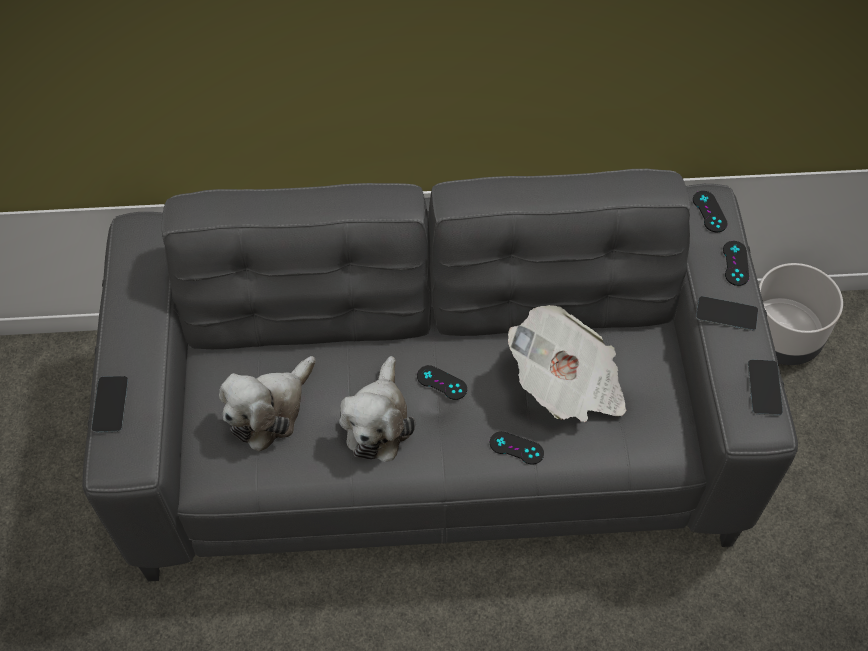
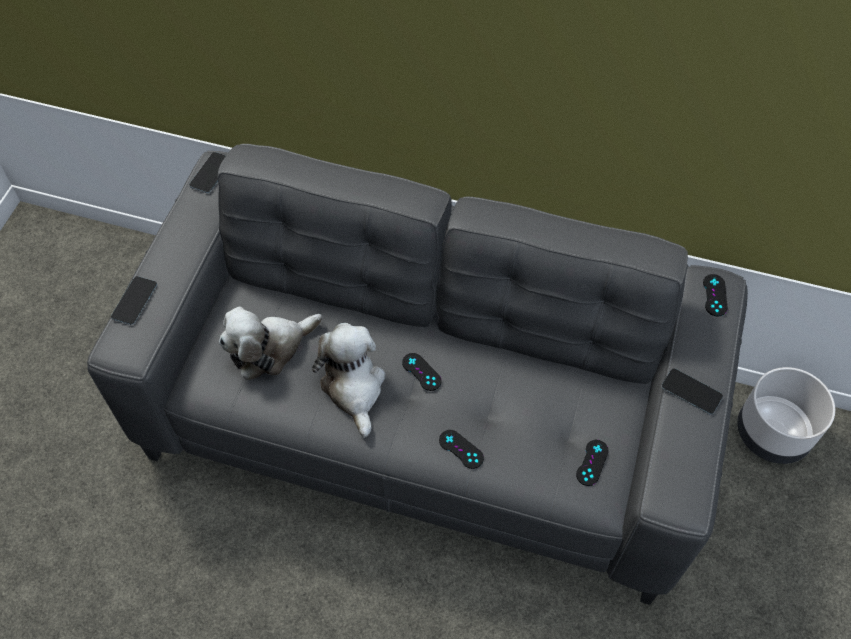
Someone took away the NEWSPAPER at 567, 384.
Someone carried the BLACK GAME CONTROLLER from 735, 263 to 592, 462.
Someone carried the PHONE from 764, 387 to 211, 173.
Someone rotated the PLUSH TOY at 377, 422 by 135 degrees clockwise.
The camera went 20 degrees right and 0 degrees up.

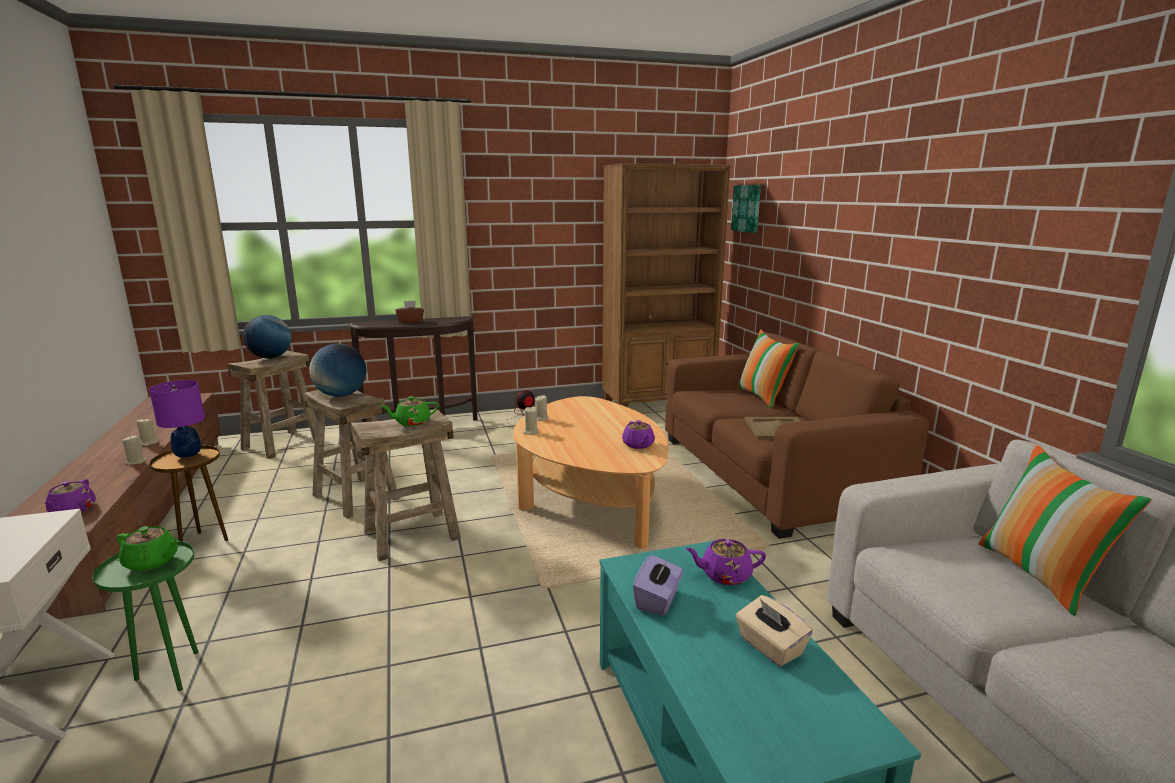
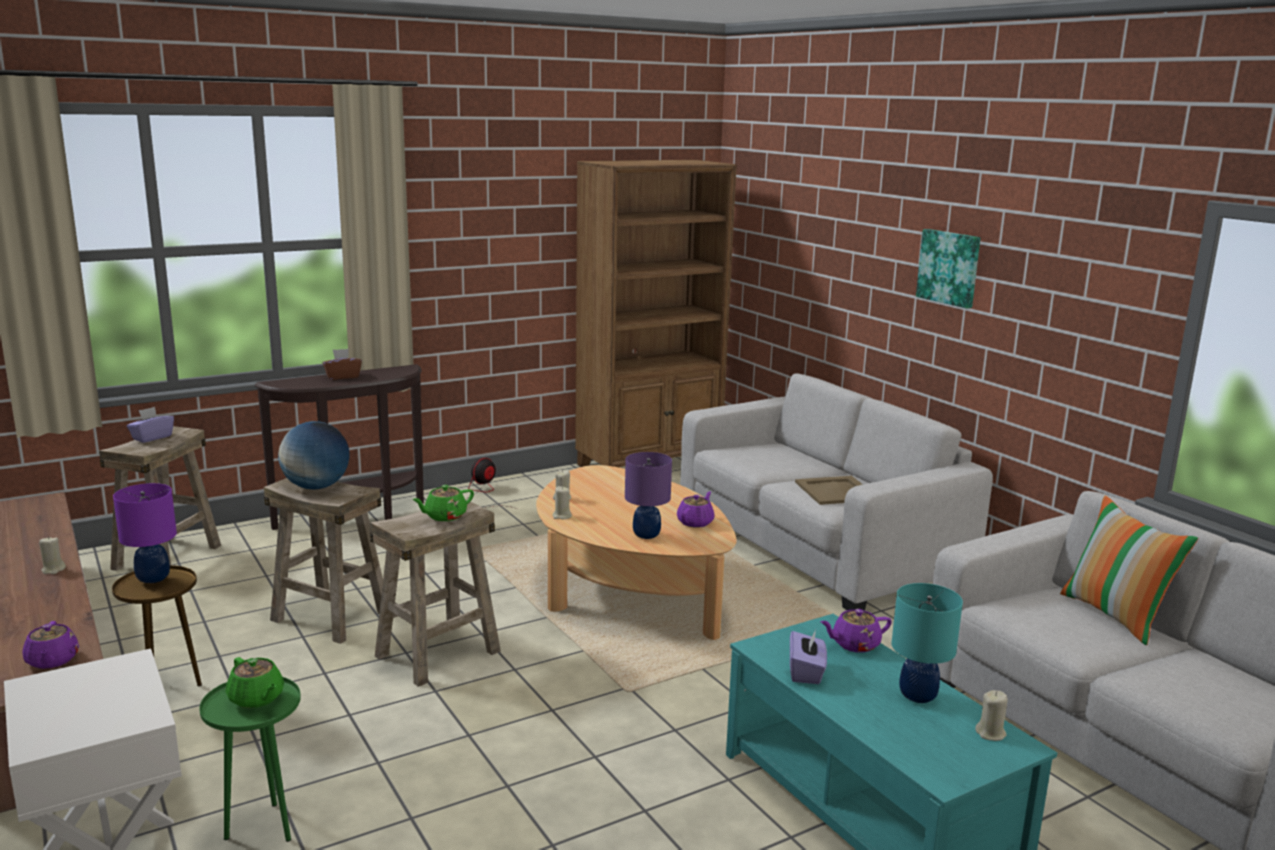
Someone took away the PILLOW at 763, 397.
Someone put down the PURPLE TABLE LAMP at 647, 535.
Someone carried the BEIGE CANDLE from 136, 462 to 990, 733.
Someone carried the PICTURE from 747, 208 to 949, 267.
Someone swapped the GLOBE at 270, 357 for the PURPLE TISSUE BOX at 152, 437.
Someone swapped the BEIGE TISSUE BOX at 770, 647 for the TURQUOISE TABLE LAMP at 919, 697.
Someone repainted the BROWN SOFA at 769, 474, which became the WHITE SOFA at 816, 543.
Someone rotated the GREEN TEAPOT at 152, 562 by 45 degrees clockwise.
Someone rotated the PURPLE TEAPOT at 638, 445 by 120 degrees counterclockwise.
The camera went 15 degrees left and 0 degrees up.

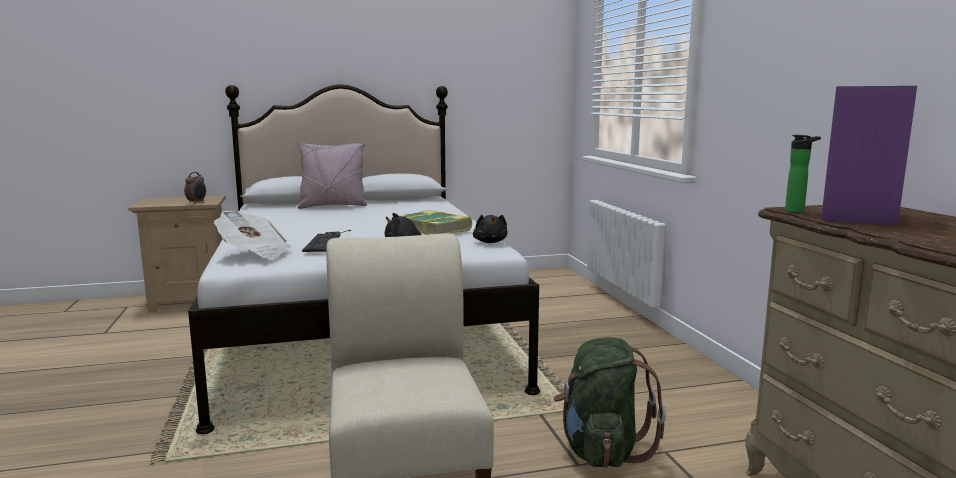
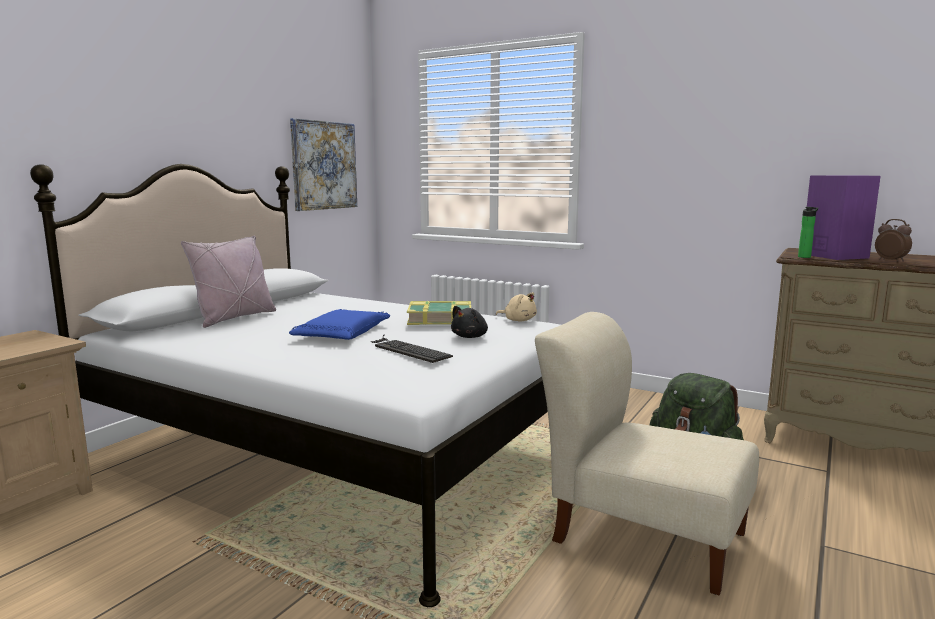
Someone took away the NEWSPAPER at 254, 253.
Someone put down the BLUE PILLOW at 343, 332.
Someone put up the PICTURE at 324, 165.
Someone carried the ALARM CLOCK from 197, 203 to 891, 261.
Someone repainted the BLACK PLUSH TOY at 490, 242, which became the BEIGE PLUSH TOY at 518, 320.
The camera went 45 degrees left and 0 degrees up.

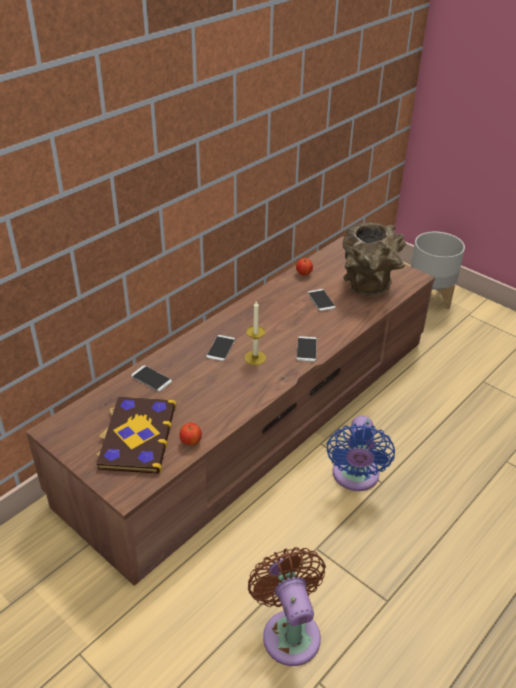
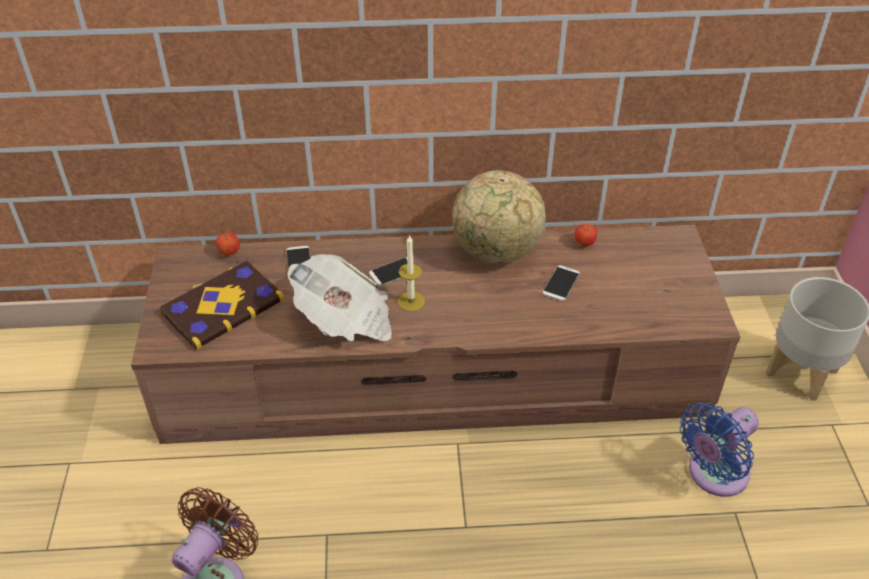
Someone took away the PHONE at 306, 349.
Someone took away the BROWN VASE at 367, 289.
Someone put down the NEWSPAPER at 345, 320.
Someone put down the GLOBE at 496, 252.
Someone carried the APPLE from 191, 442 to 229, 253.
Someone carried the BLUE FAN from 355, 477 to 713, 475.
The camera went 45 degrees right and 5 degrees up.

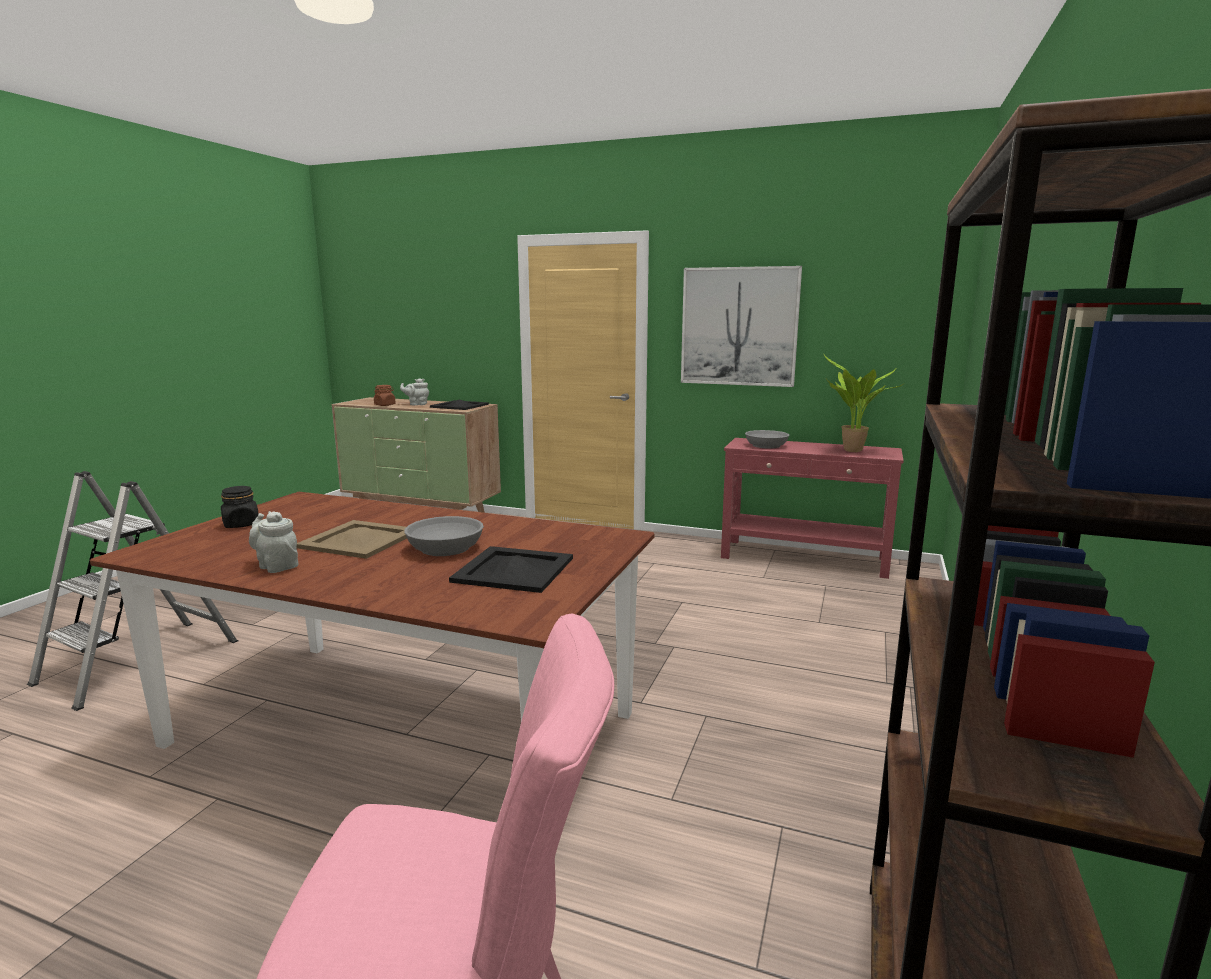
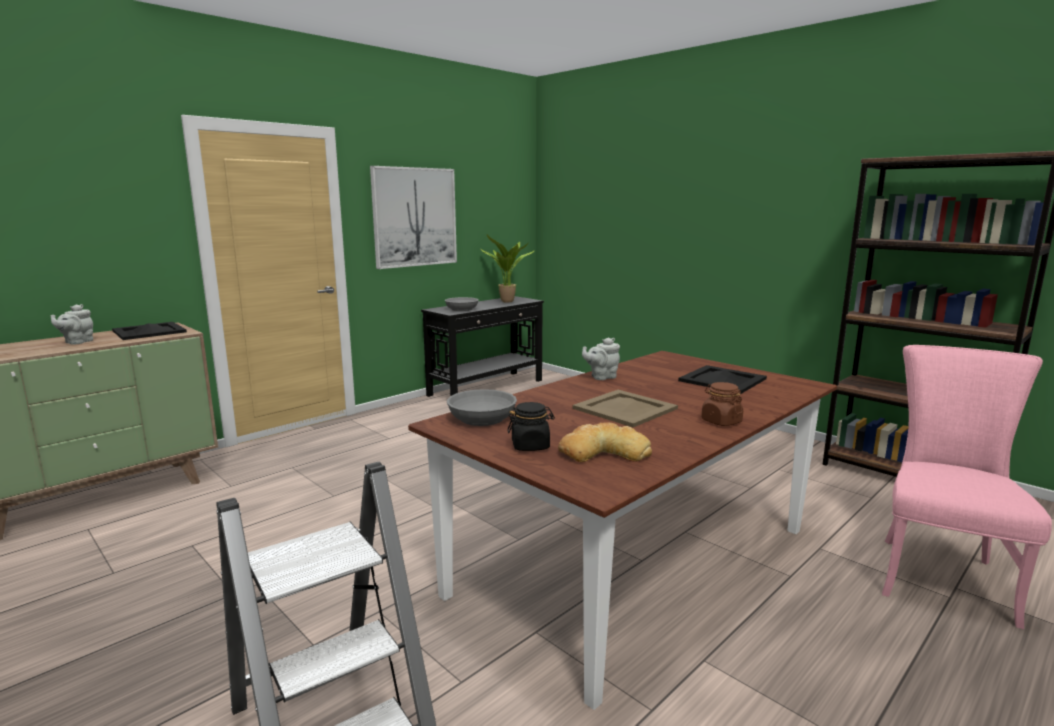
Someone put down the BREAD at 603, 452.
Someone carried the GREY TEAPOT from 277, 566 to 601, 377.
Someone carried the BROWN JAR from 385, 405 to 721, 421.
Someone carried the GREY BOWL from 445, 548 to 482, 418.
Someone repainted the RED CONSOLE TABLE at 805, 558, which became the BLACK CONSOLE TABLE at 487, 388.
The camera went 65 degrees left and 0 degrees up.

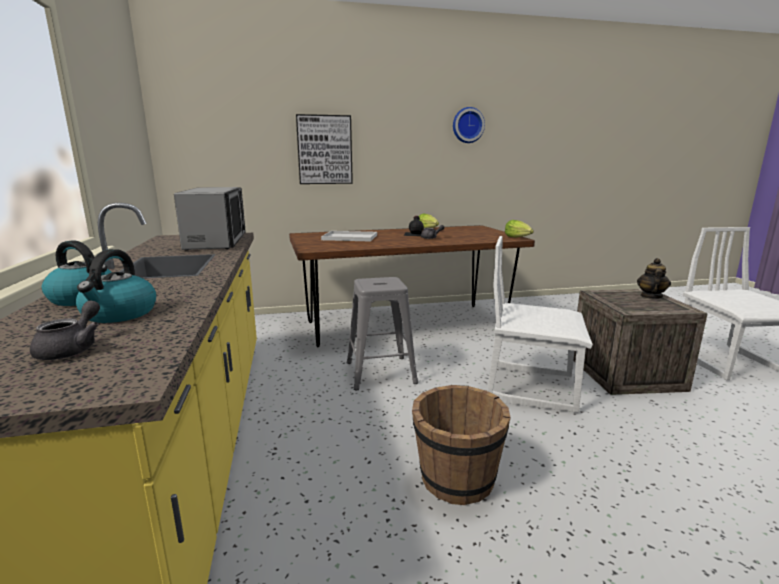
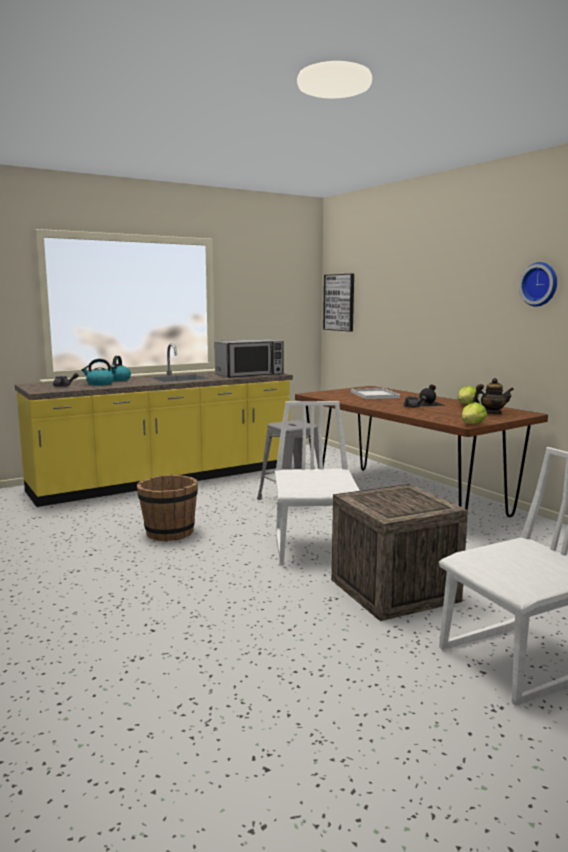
Someone carried the PICTURE from 324, 150 to 339, 302.
Someone carried the TEAPOT from 650, 296 to 492, 413.
The camera went 70 degrees right and 5 degrees down.

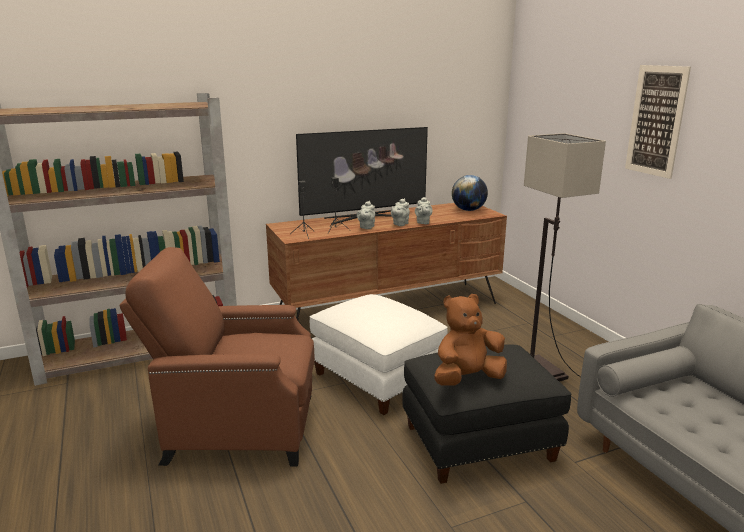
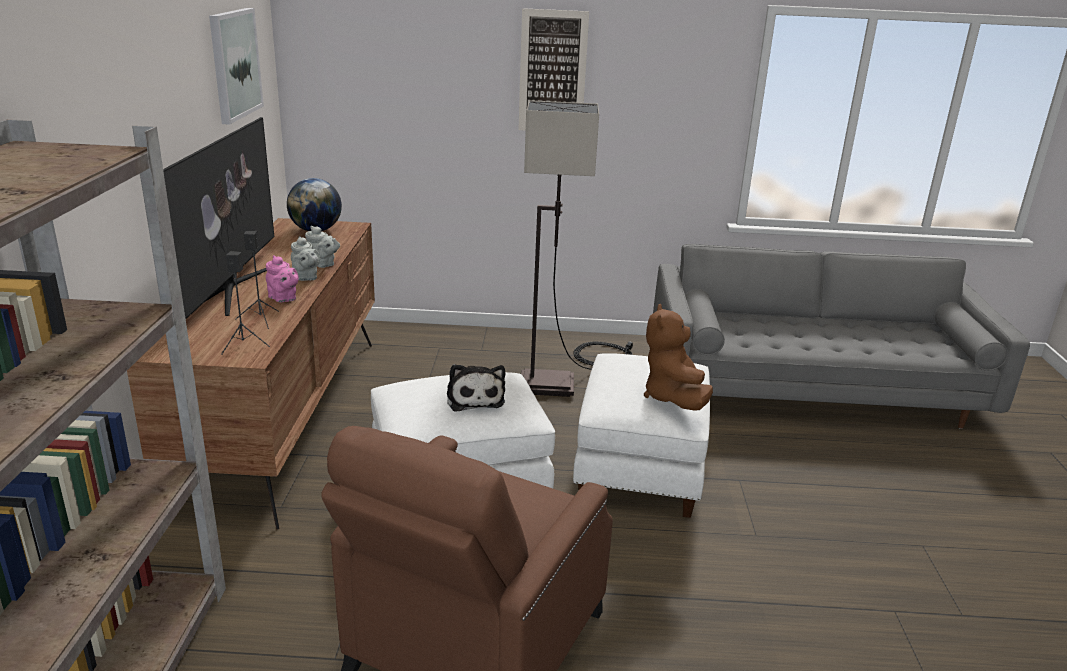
Someone put up the PICTURE at 234, 64.
Someone put down the PLUSH TOY at 474, 398.
Someone repainted the GREY TEAPOT at 366, 227, which became the PINK TEAPOT at 283, 298.
Someone repainted the BLACK OTTOMAN at 479, 442, which became the WHITE OTTOMAN at 638, 469.
The camera went 65 degrees left and 5 degrees up.

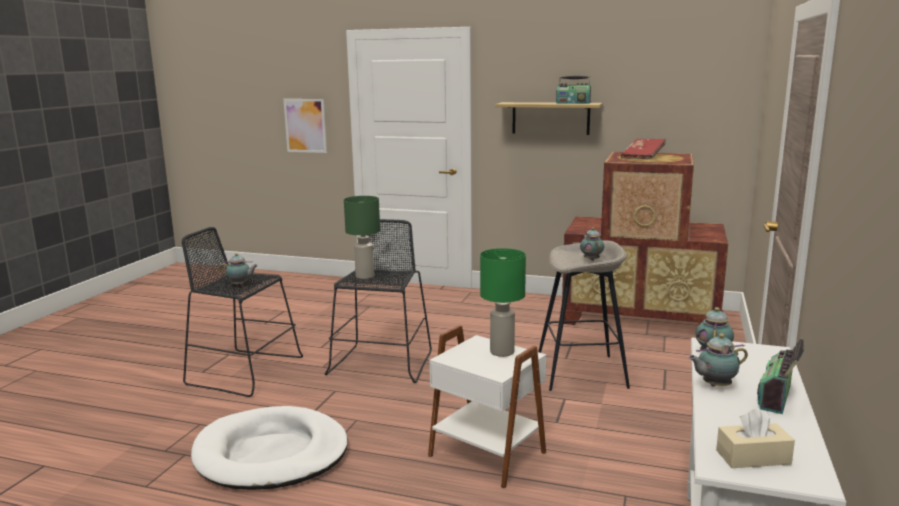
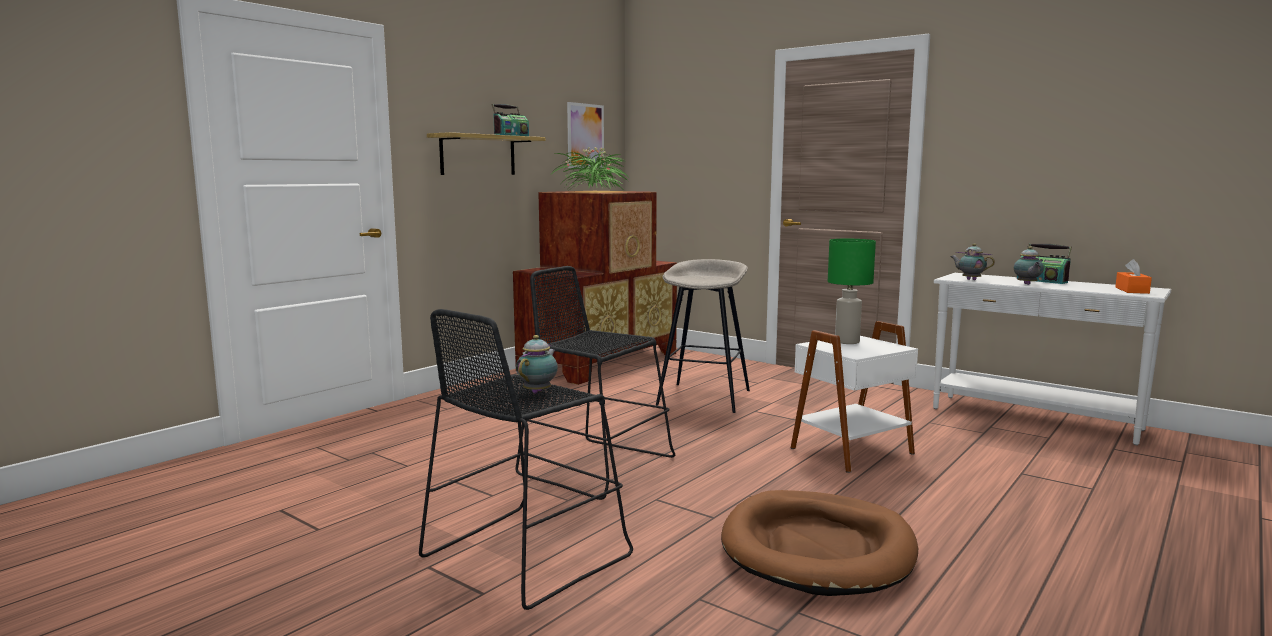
Someone took away the GREEN TABLE LAMP at 365, 276.
Someone took away the TEAPOT at 591, 259.
Someone carried the PICTURE from 305, 125 to 585, 136.
Someone swapped the RED BOOK at 643, 157 for the POTTED PLANT at 593, 191.
Someone repainted the WHITE DOG BED at 271, 454, which became the BROWN DOG BED at 818, 549.
Someone repainted the BEIGE TISSUE BOX at 753, 457, which became the ORANGE TISSUE BOX at 1132, 290.
The camera went 70 degrees left and 5 degrees down.

